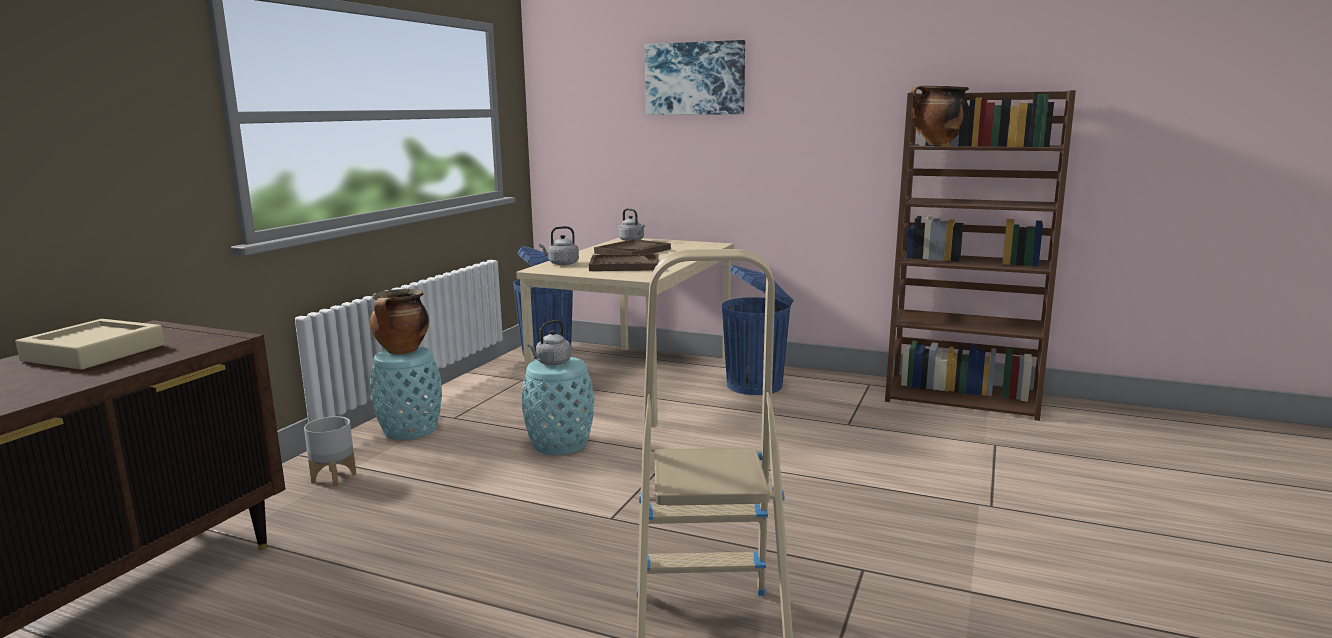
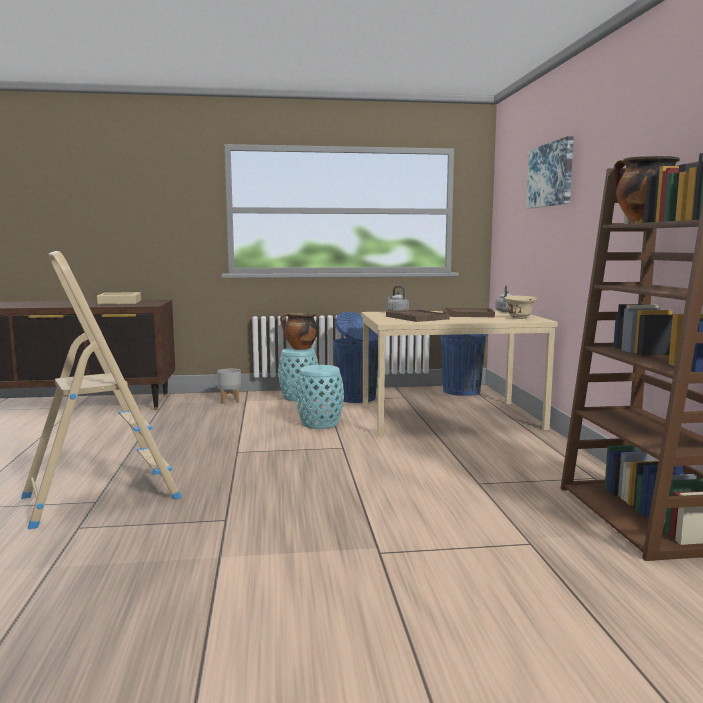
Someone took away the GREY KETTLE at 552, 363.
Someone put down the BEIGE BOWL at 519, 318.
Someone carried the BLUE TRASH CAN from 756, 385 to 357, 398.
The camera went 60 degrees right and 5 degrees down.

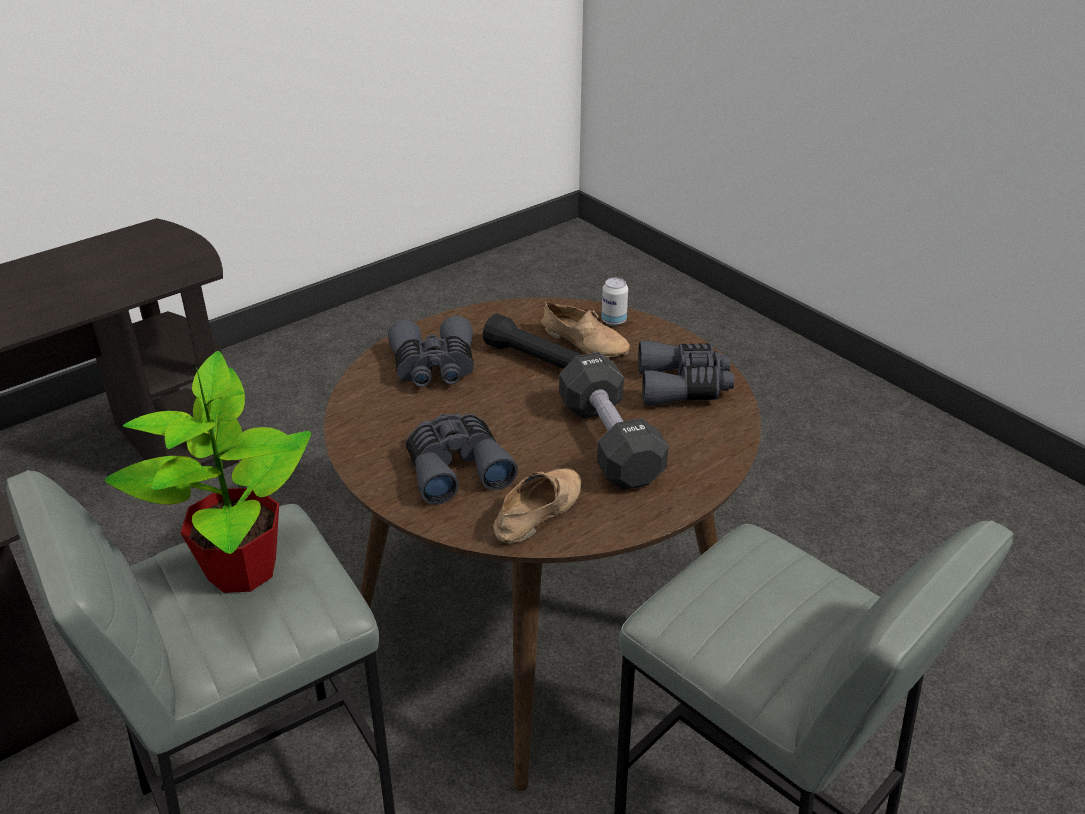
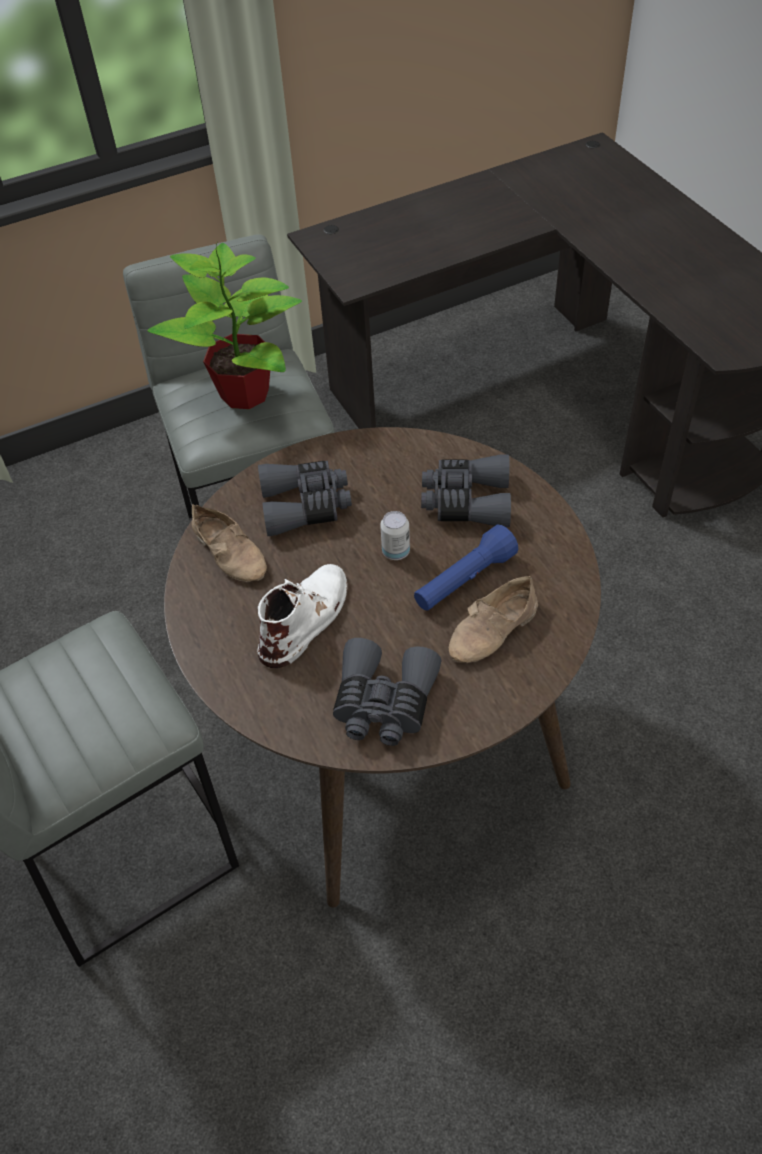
Someone carried the CAN from 613, 321 to 396, 552.
Someone swapped the BLACK DUMBBELL at 609, 442 for the WHITE BOOT at 306, 618.
Someone repainted the BLACK FLASHLIGHT at 534, 360, which became the BLUE FLASHLIGHT at 464, 580.
The camera went 105 degrees right and 15 degrees up.

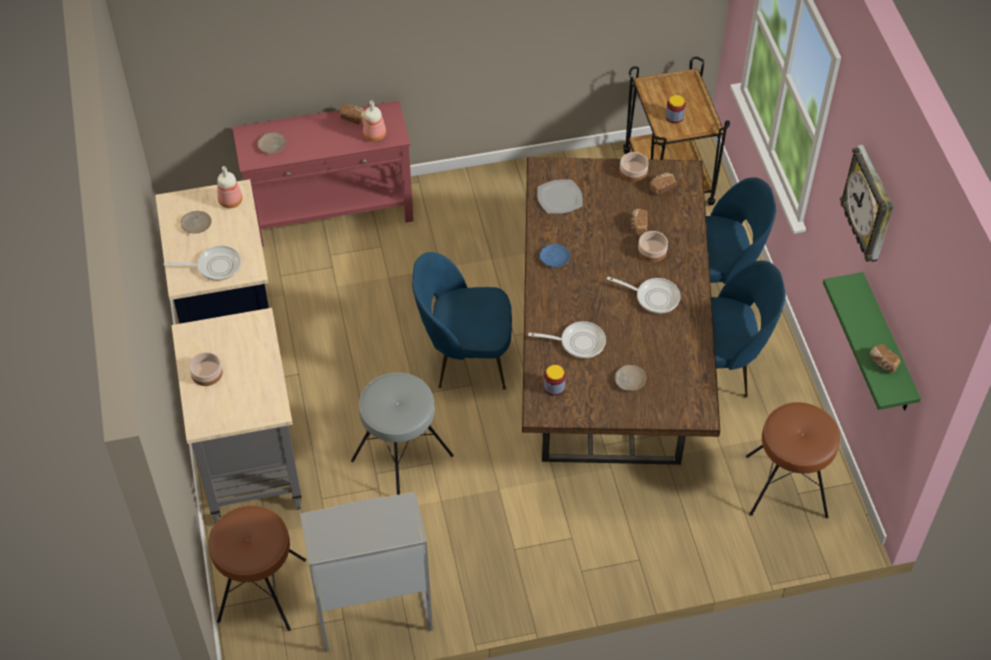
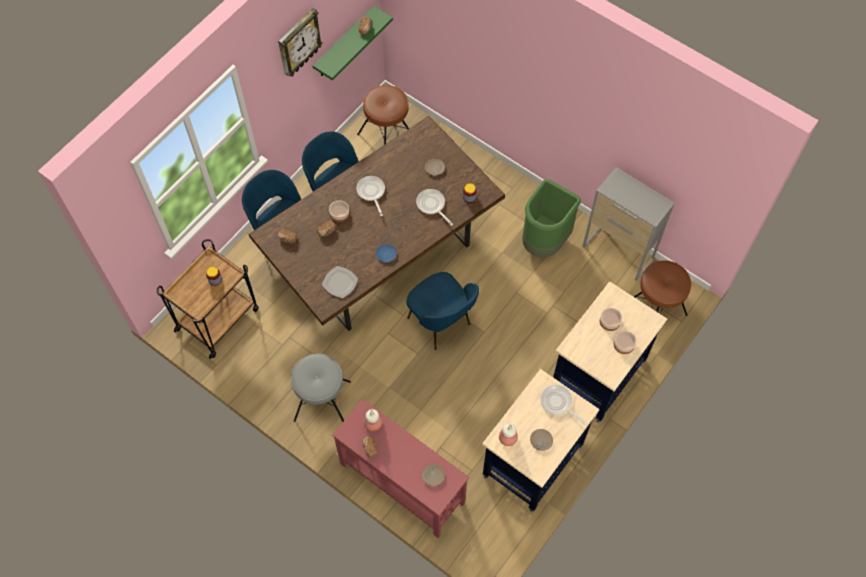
Someone put down the GREEN TRASH CAN at 544, 242.
Someone carried the GREY STOOL from 401, 457 to 322, 401.
Someone carried the BOWL from 633, 171 to 610, 321.
Someone repainted the GREY CART at 249, 462, which became the BLUE CART at 597, 377.
The camera went 130 degrees left and 10 degrees up.

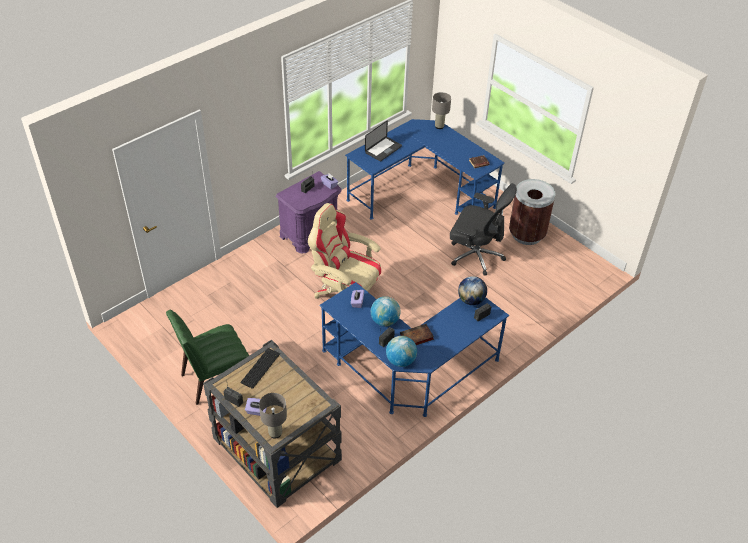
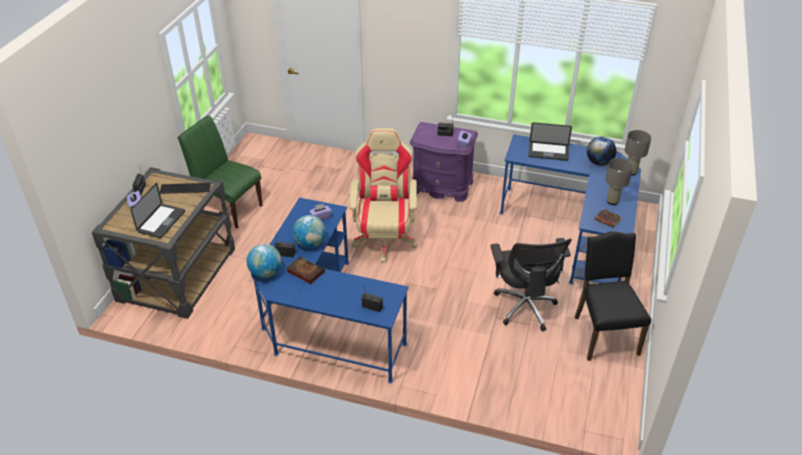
Someone put down the LAPTOP at 161, 221.
Someone carried the GREY TABLE LAMP from 275, 433 to 612, 201.
Someone carried the GLOBE from 471, 300 to 599, 162.
Someone swapped the BROWN TRASH CAN at 526, 234 for the BLACK CHAIR at 603, 334.
The camera went 60 degrees right and 5 degrees down.

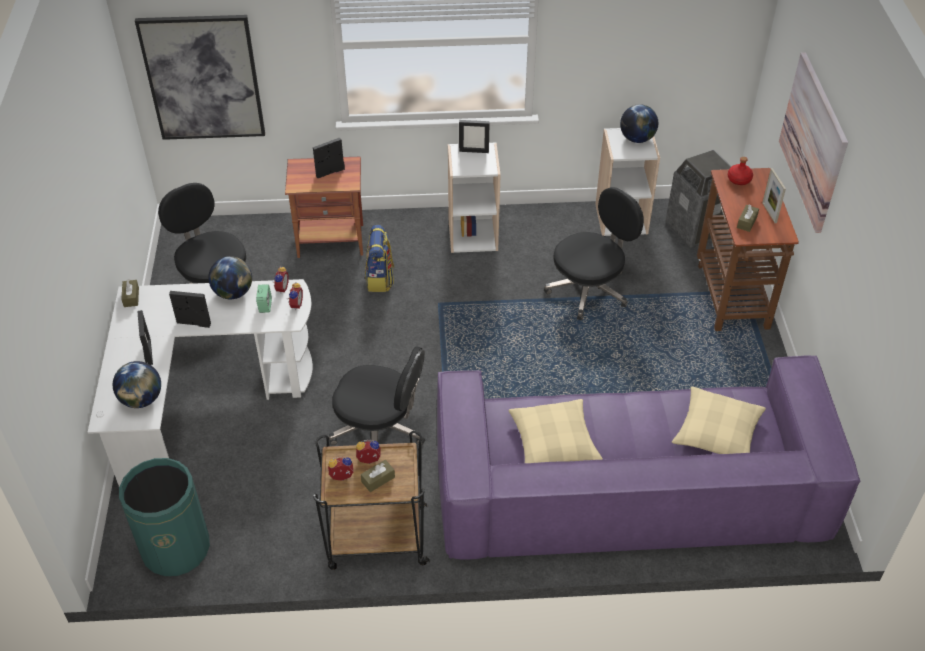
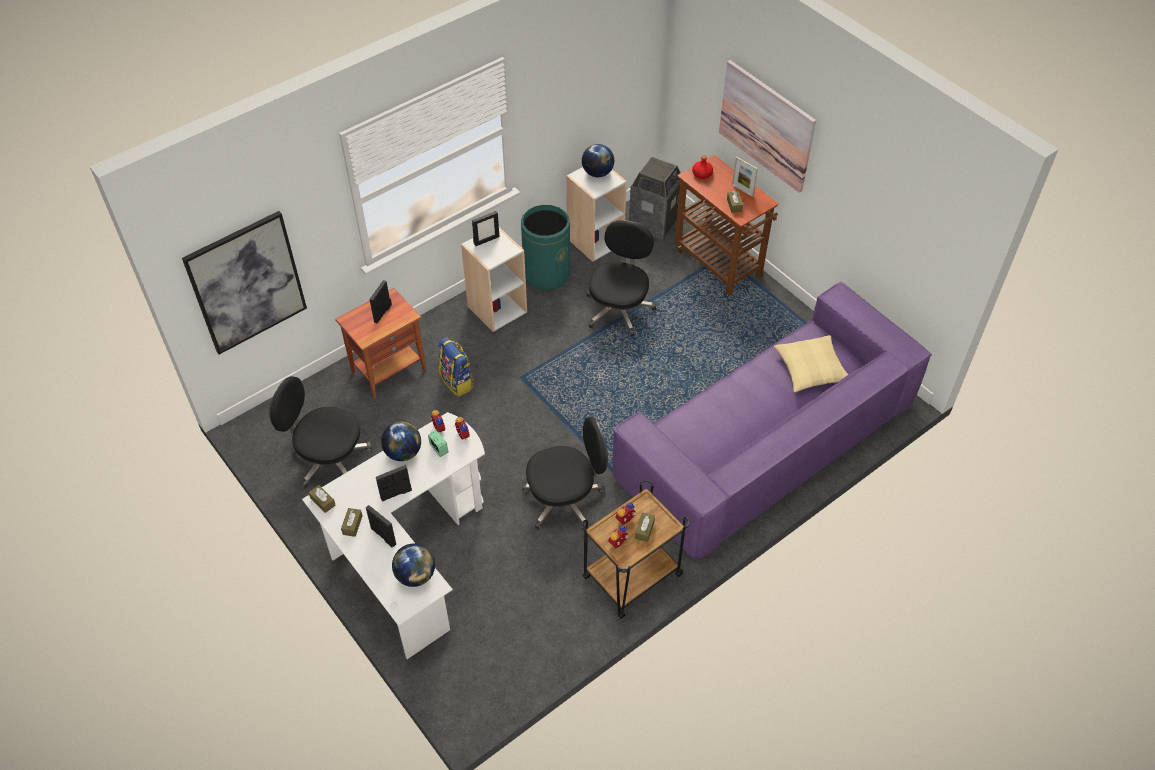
Someone took away the BEIGE PILLOW at 553, 442.
Someone put down the BROWN TISSUE BOX at 352, 525.
Someone carried the GREEN TRASH CAN from 176, 548 to 546, 274.
The camera went 35 degrees left and 5 degrees up.

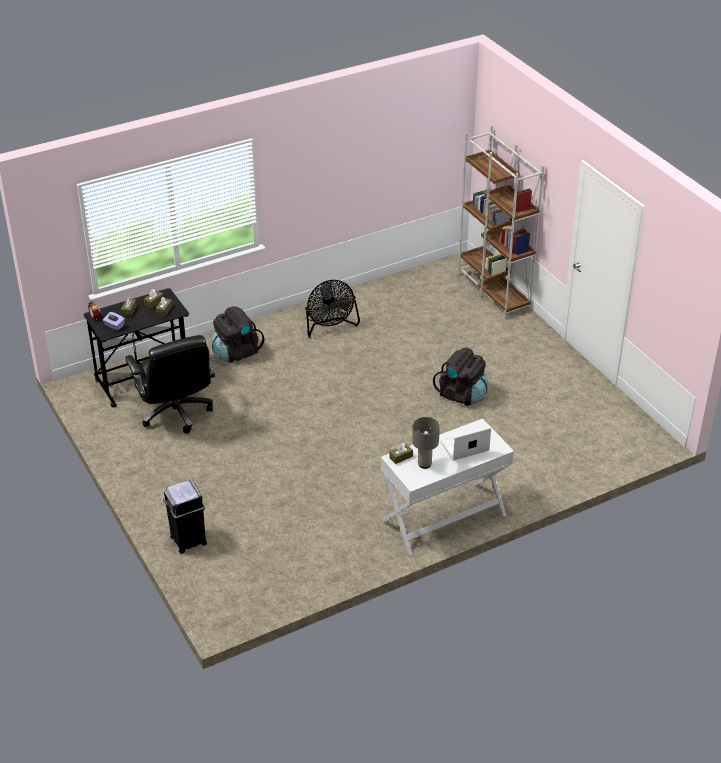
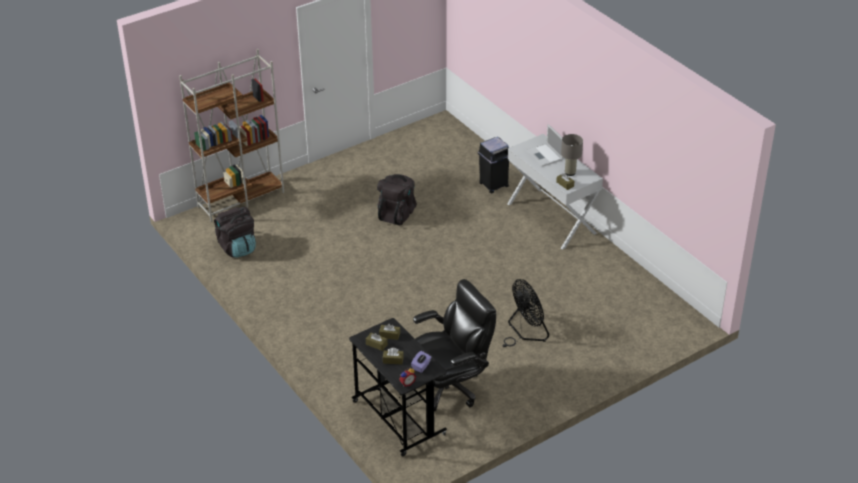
Someone carried the BLACK TRASH CAN from 188, 539 to 493, 184.
Someone carried the BLACK BACKPACK from 236, 352 to 237, 248.
Someone carried the BLACK FAN from 327, 326 to 522, 330.
The camera went 95 degrees left and 0 degrees up.

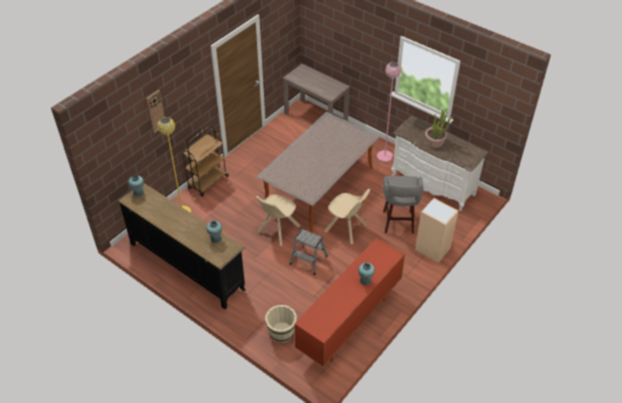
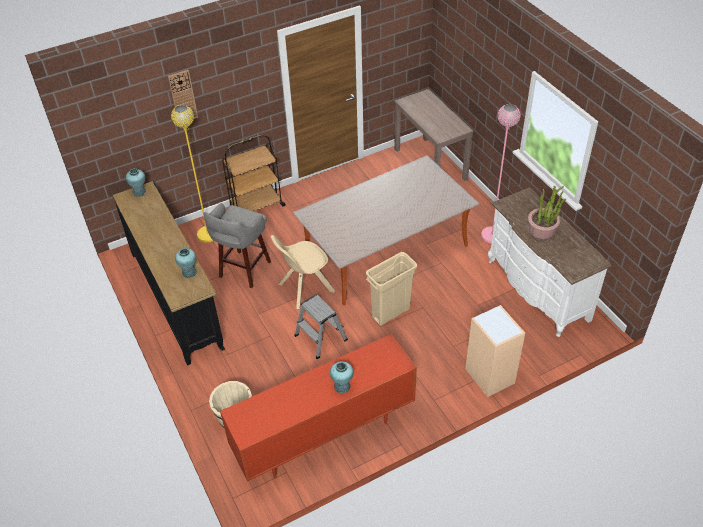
Someone carried the GREY STOOL from 398, 223 to 243, 271.
Someone swapped the BEIGE CHAIR at 346, 228 for the BEIGE TRASH CAN at 390, 313.
The camera went 25 degrees right and 0 degrees up.

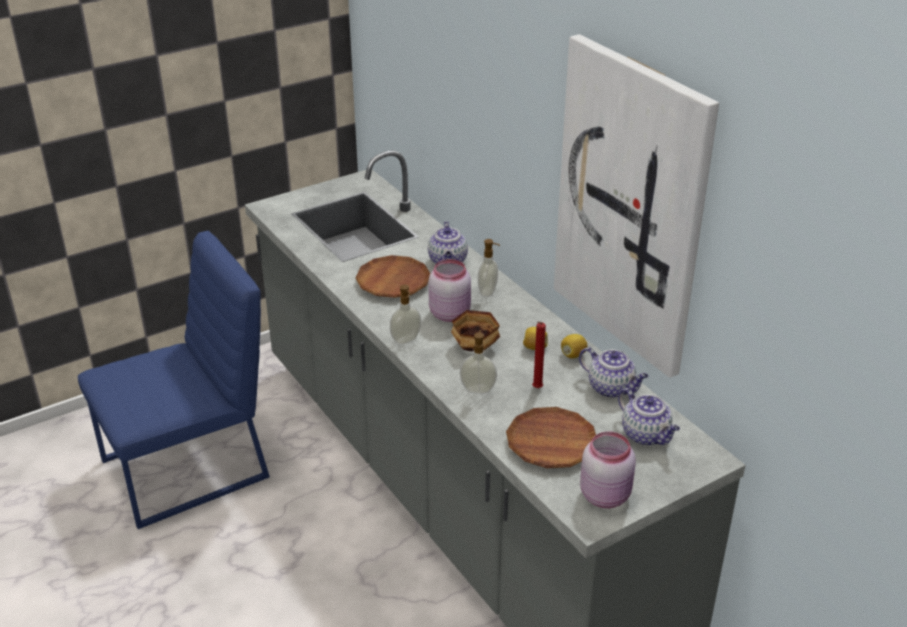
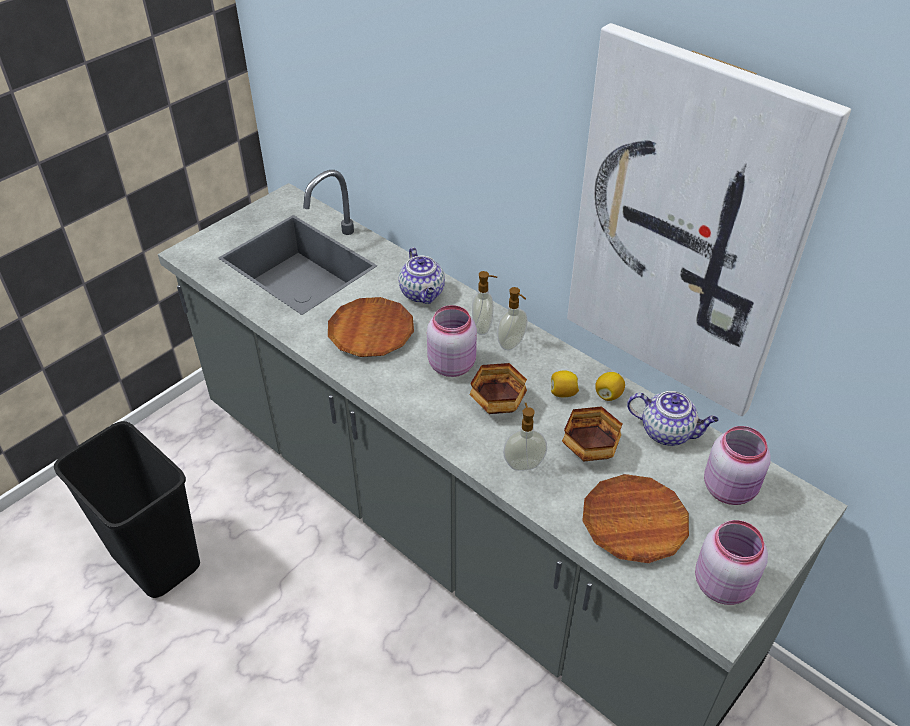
Someone carried the SOAP DISPENSER from 406, 340 to 512, 344.
Someone swapped the BLUE CHAIR at 190, 467 for the BLACK TRASH CAN at 157, 559.
Someone swapped the RED CANDLE at 536, 389 for the BOWL at 587, 450.
Someone swapped the TEAPOT at 646, 435 for the PINK JAR at 730, 489.
The camera went 15 degrees left and 10 degrees up.

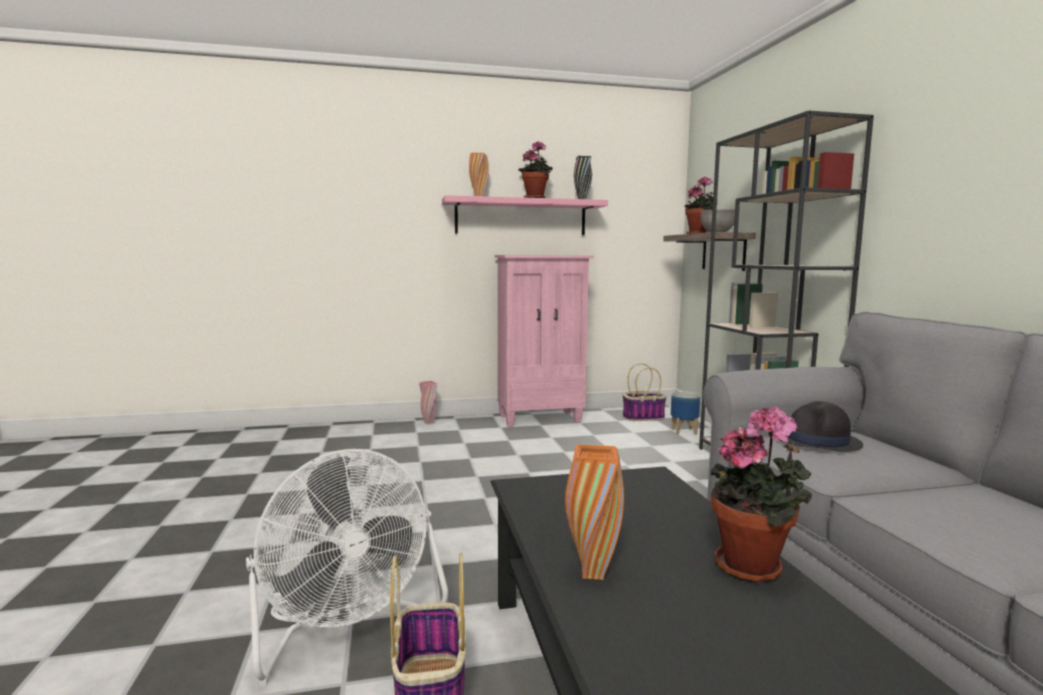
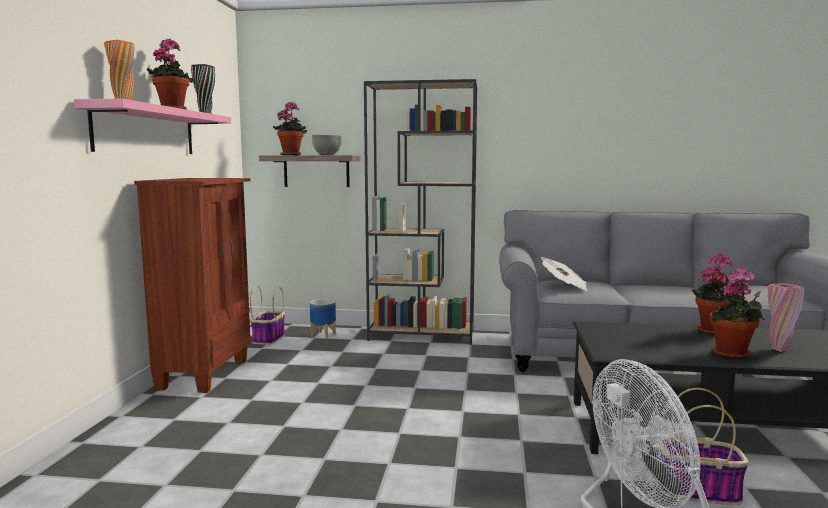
Someone carried the PINK VASE from 429, 423 to 779, 349.
Someone swapped the ORANGE VASE at 592, 573 for the POTTED PLANT at 733, 355.
Someone swapped the BLACK HAT at 817, 441 for the NEWSPAPER at 564, 287.
Someone repainted the PINK CABINET at 540, 419, which became the BROWN CABINET at 206, 375.
The camera went 70 degrees left and 0 degrees up.

